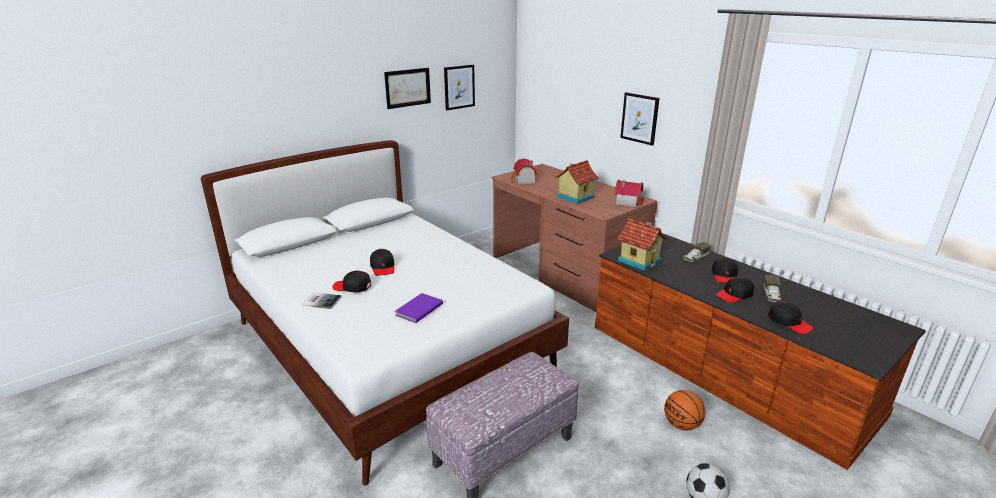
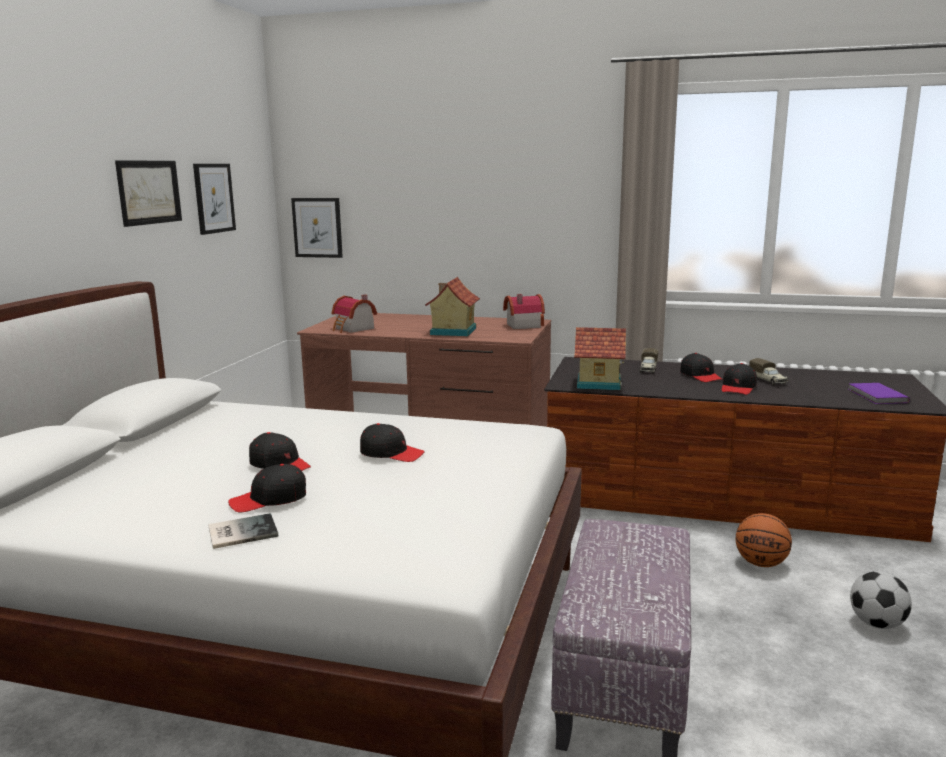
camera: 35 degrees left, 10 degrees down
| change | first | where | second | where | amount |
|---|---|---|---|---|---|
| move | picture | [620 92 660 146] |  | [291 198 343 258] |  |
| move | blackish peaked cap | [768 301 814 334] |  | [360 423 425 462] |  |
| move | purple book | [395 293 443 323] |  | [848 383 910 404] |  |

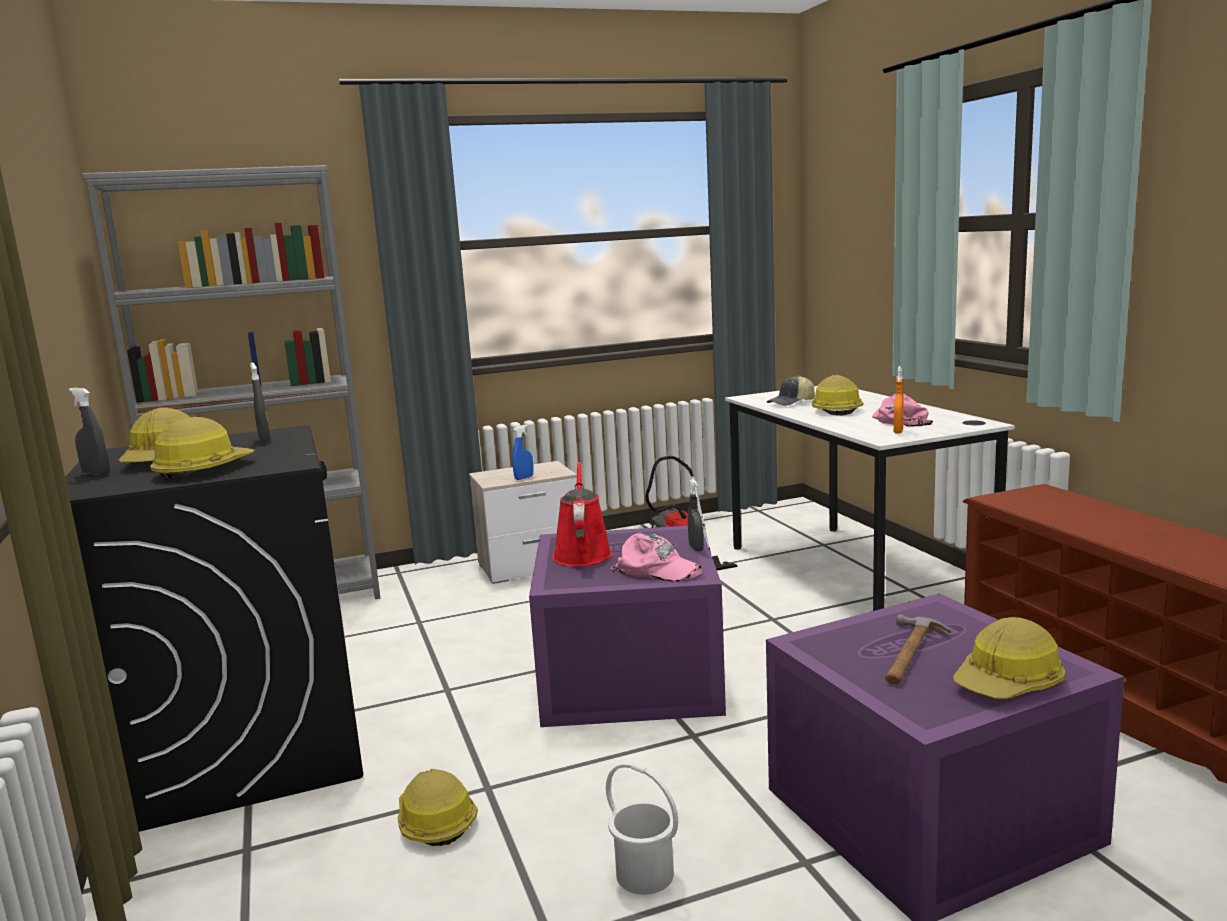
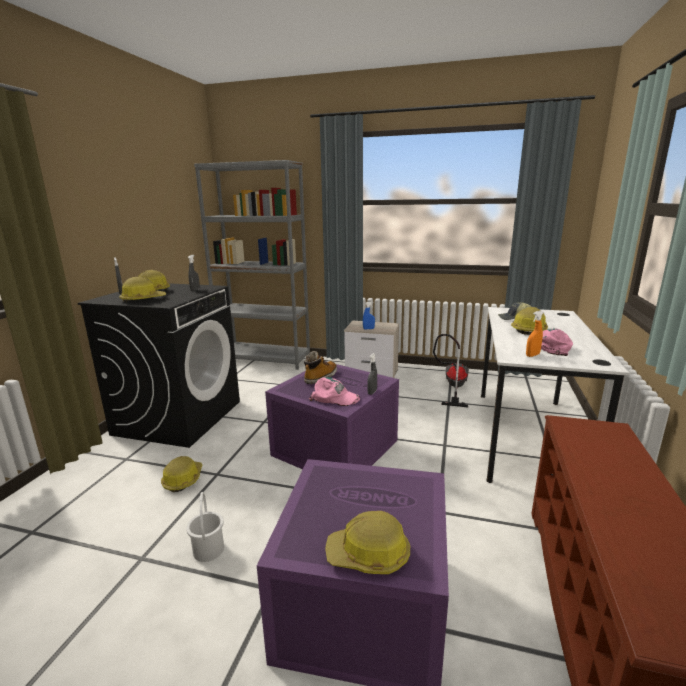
camera: 35 degrees right, 5 degrees up
| change | first | where | second | where | amount |
|---|---|---|---|---|---|
| replace | red sprinkling can | [553 462 612 567] | high-top boot | [304 351 337 384] |  |
| rotate | pink peaked cap | [611 533 703 582] |  | [309 377 360 406] | 45 degrees counterclockwise |
| delete | hand hammer | [885 614 949 684] |  |  |  |

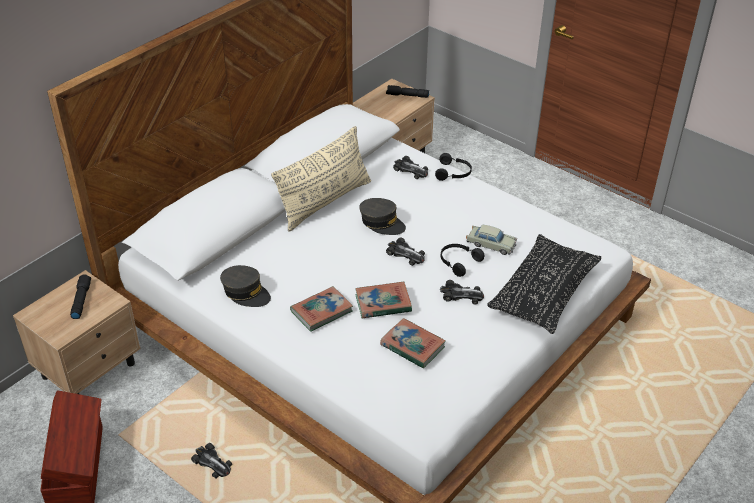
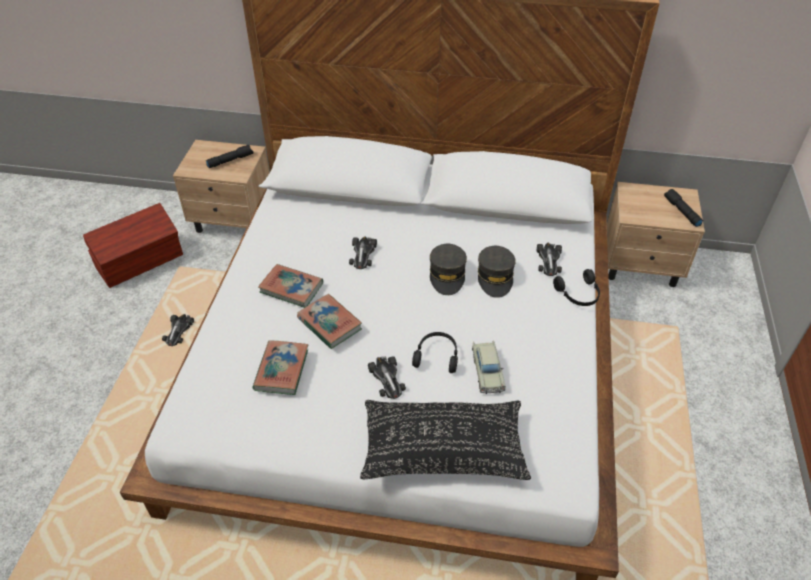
camera: 60 degrees right, 5 degrees up
| change | first | where | second | where | amount |
|---|---|---|---|---|---|
| move | toy car | [386 237 425 266] |  | [349 236 377 269] |  |
| move | grey peaked cap | [220 265 271 307] |  | [478 246 516 298] |  |
| delete | beige-coloured pillow | [271 126 371 232] |  |  |  |

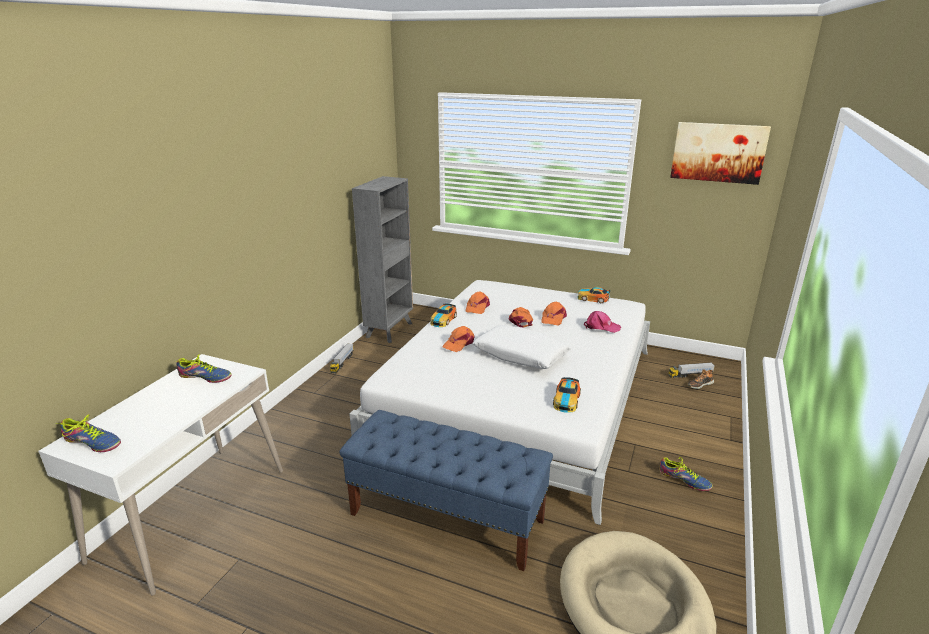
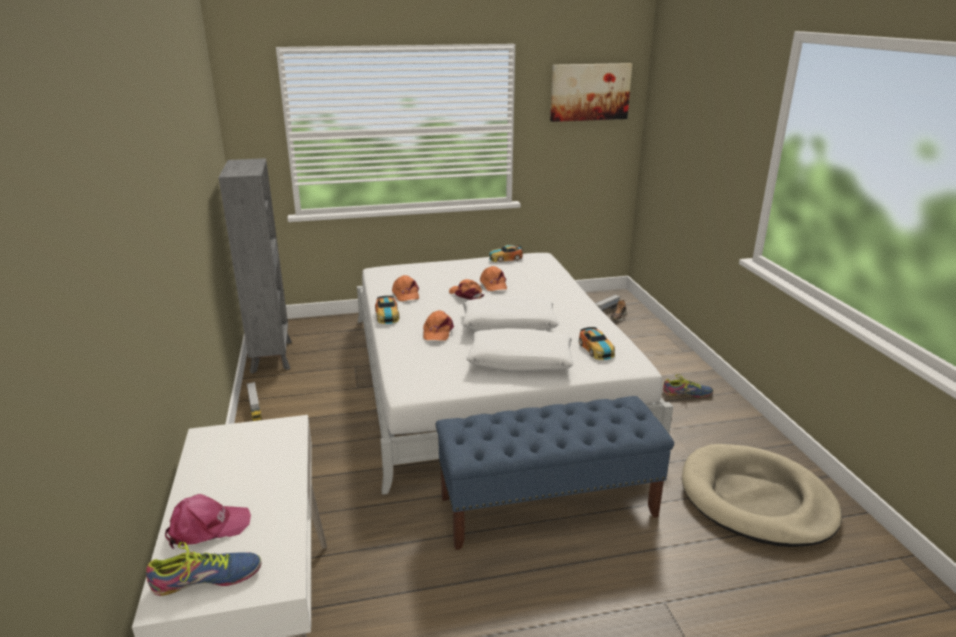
camera: 35 degrees left, 0 degrees up
| change | first | where | second | where | amount |
|---|---|---|---|---|---|
| move | pink peaked cap | [584 311 621 333] |  | [165 494 251 549] |  |
| insert |  |  | white-coloured pillow | [466 328 574 371] |  |
| delete | item of footwear | [177 354 232 383] |  |  |  |

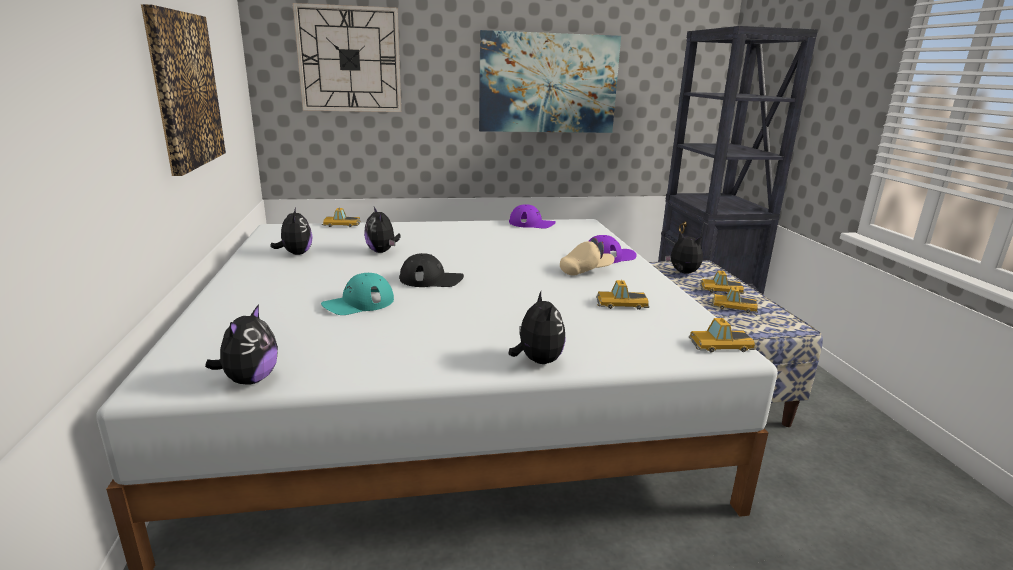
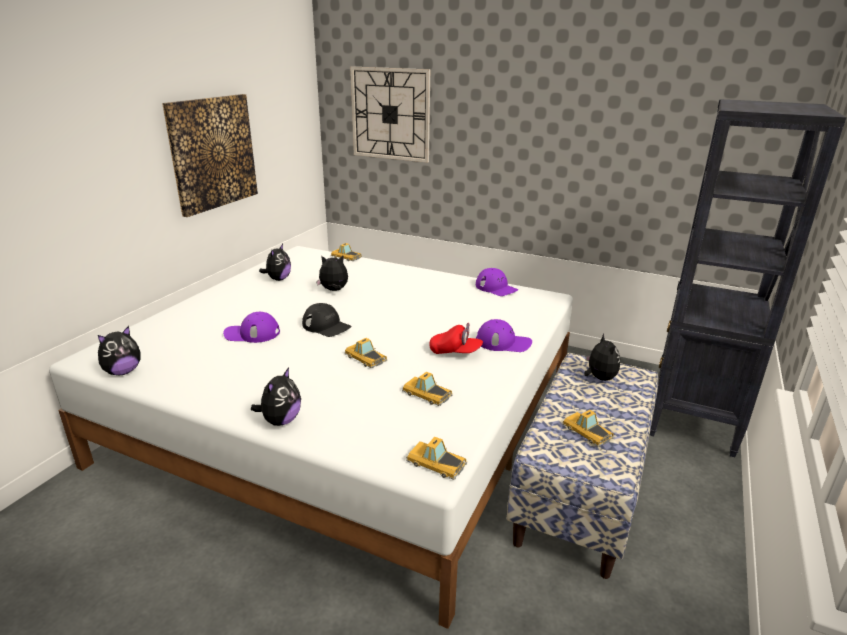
camera: 35 degrees right, 5 degrees up
| change | first | where | second | where | amount |
|---|---|---|---|---|---|
| recolor | blue-green peaked cap | [321 273 394 315] | purple peaked cap | [223 312 280 343] |  |
| rotate | soft toy | [364 207 401 253] |  | [316 256 348 291] | 75 degrees clockwise |
| move | toy car | [700 270 744 294] |  | [344 338 388 368] |  |
| recolor | beige-coloured peaked cap | [560 238 614 276] | red peaked cap | [429 323 483 354] |  |
| delete | picture | [479 30 621 133] |  |  |  |

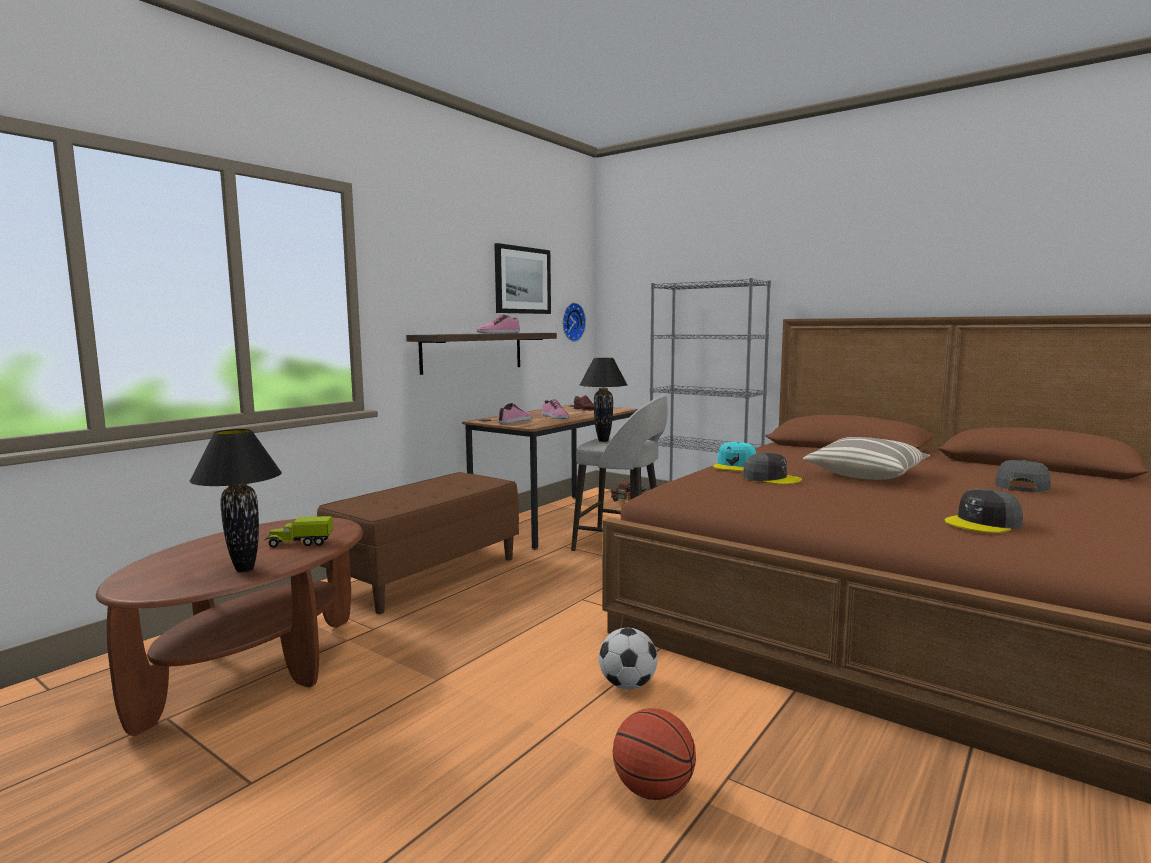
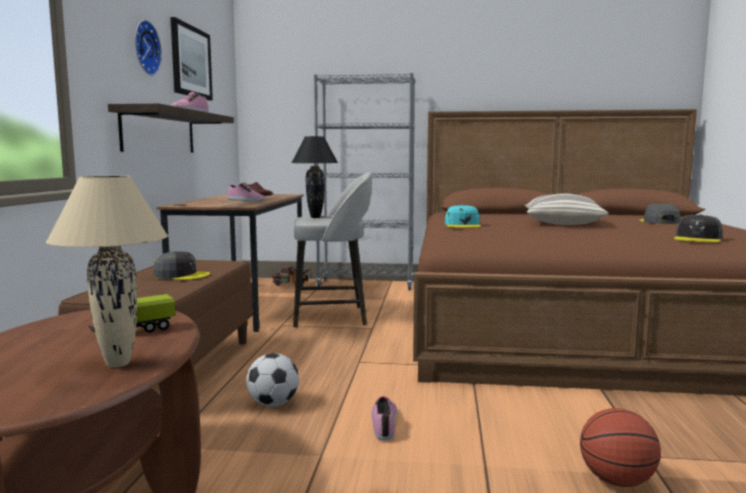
camera: 30 degrees left, 0 degrees up
| change | first | where | second | where | amount |
|---|---|---|---|---|---|
| recolor | blackish table lamp | [189 429 282 572] | beige-coloured table lamp | [46 176 168 368] |  |
| move | hanging clock | [563 303 586 342] |  | [135 20 162 76] |  |
| move | grey peaked cap | [743 452 802 484] |  | [153 251 210 280] |  |
| move | football ball | [599 628 657 689] |  | [246 353 299 407] |  |
| move | item of footwear | [498 403 532 424] |  | [371 396 398 441] |  |

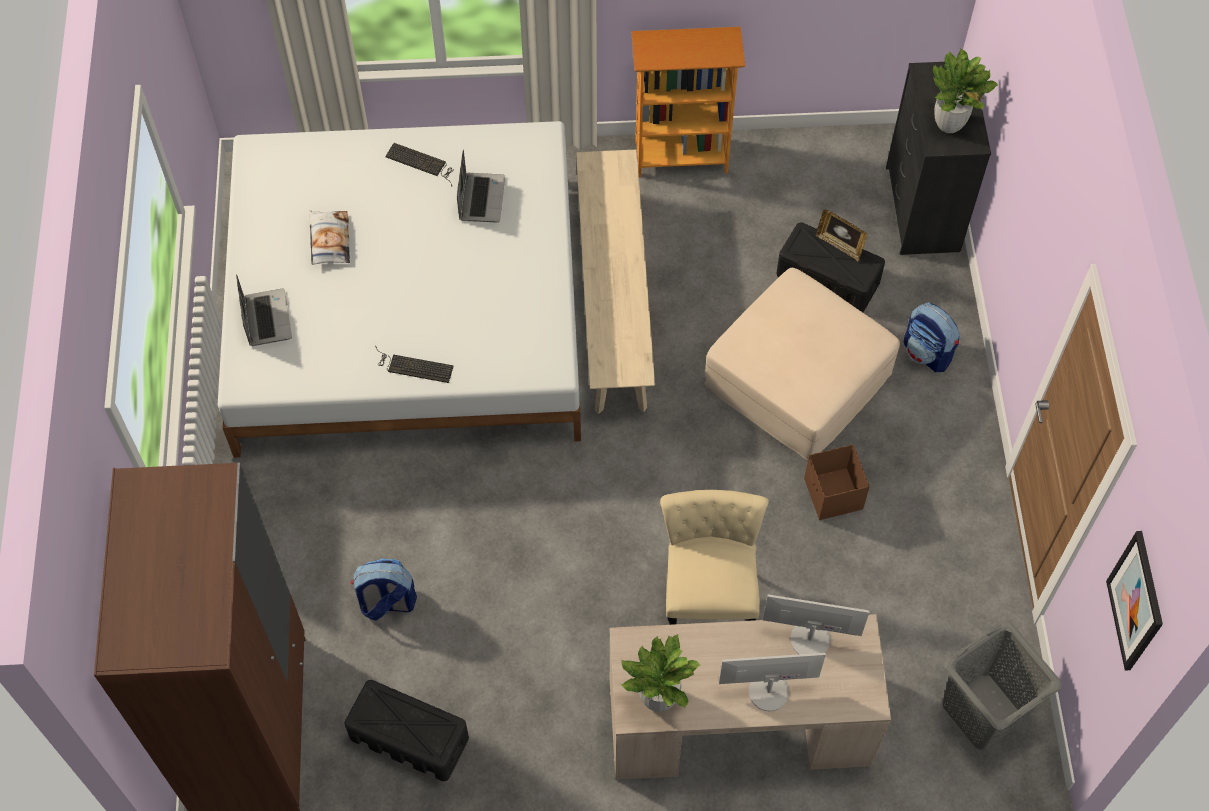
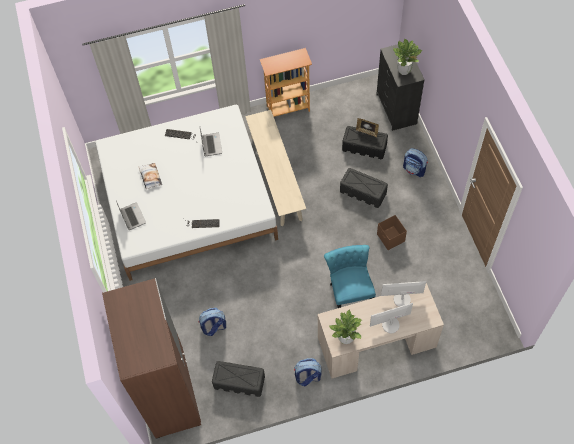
camera: 10 degrees left, 0 degrees up
| change | first | where | second | where | amount |
|---|---|---|---|---|---|
| insert |  |  | backpack | [294 358 322 386] |  |
| recolor | beige-coloured upright chair | [660 490 769 625] | blue-green upright chair | [324 245 376 308] |  |
| replace | beige-coloured footrest | [705 268 900 460] | blackish storage container | [340 168 388 208] |  |
| delete | grey hamper | [943 621 1062 750] |  |  |  |
| delete | picture | [1106 531 1163 671] |  |  |  |

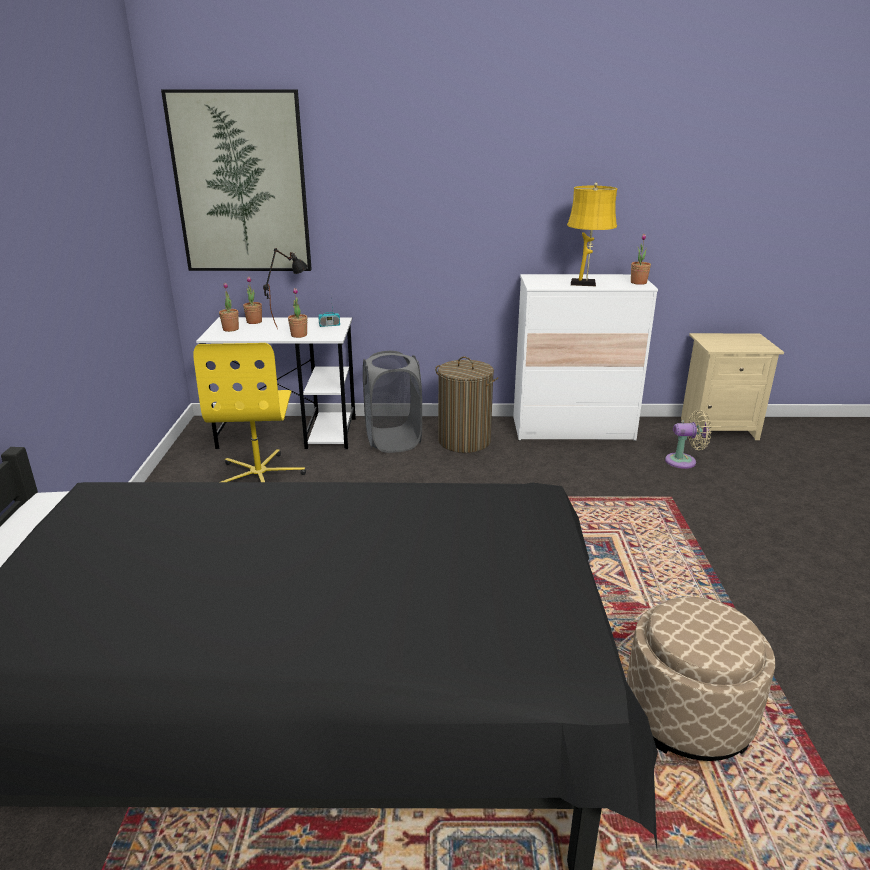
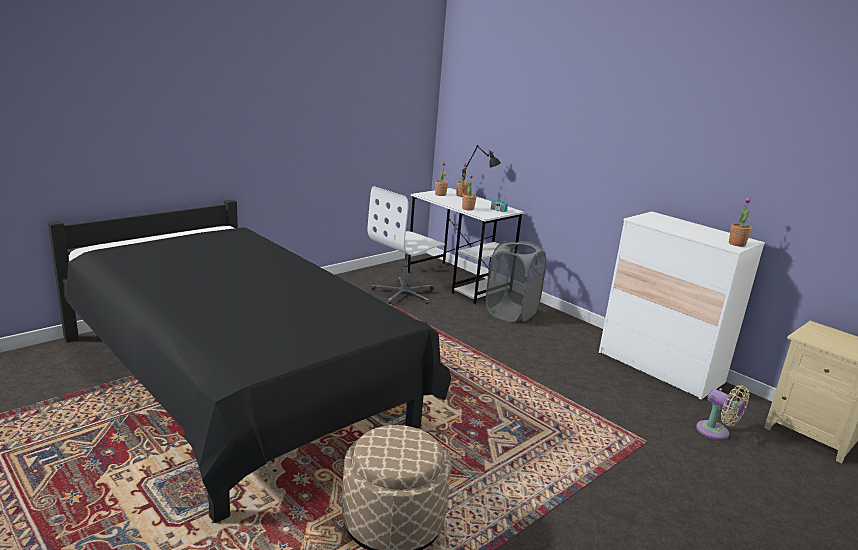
camera: 45 degrees right, 5 degrees down
| change | first | where | second | where | amount |
|---|---|---|---|---|---|
| recolor | yellowish office chair | [193 343 306 482] | white-coloured office chair | [368 186 445 304] |  |
| delete | picture | [161 89 312 271] |  |  |  |
| delete | hamper | [435 356 498 453] |  |  |  |
| delete | yellowish table lamp | [567 183 617 286] |  |  |  |

